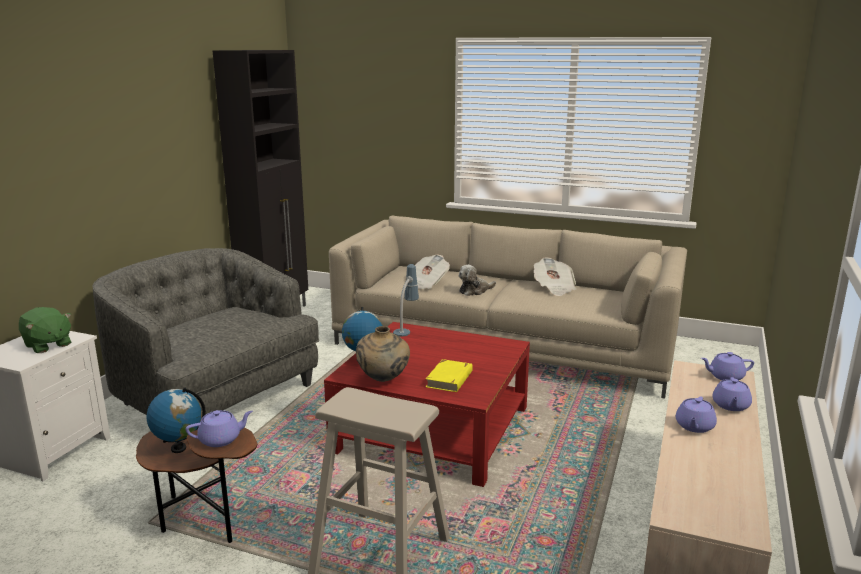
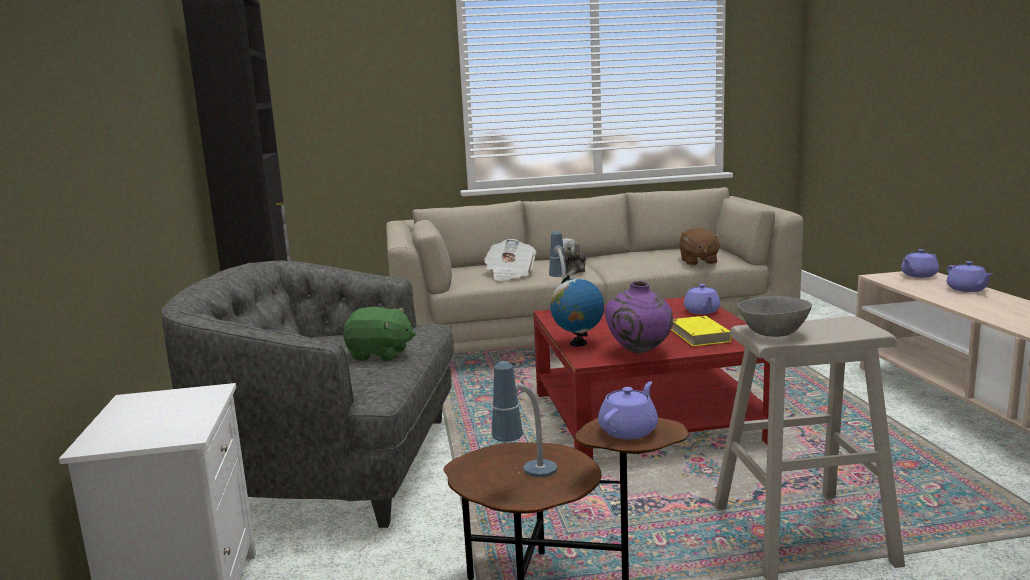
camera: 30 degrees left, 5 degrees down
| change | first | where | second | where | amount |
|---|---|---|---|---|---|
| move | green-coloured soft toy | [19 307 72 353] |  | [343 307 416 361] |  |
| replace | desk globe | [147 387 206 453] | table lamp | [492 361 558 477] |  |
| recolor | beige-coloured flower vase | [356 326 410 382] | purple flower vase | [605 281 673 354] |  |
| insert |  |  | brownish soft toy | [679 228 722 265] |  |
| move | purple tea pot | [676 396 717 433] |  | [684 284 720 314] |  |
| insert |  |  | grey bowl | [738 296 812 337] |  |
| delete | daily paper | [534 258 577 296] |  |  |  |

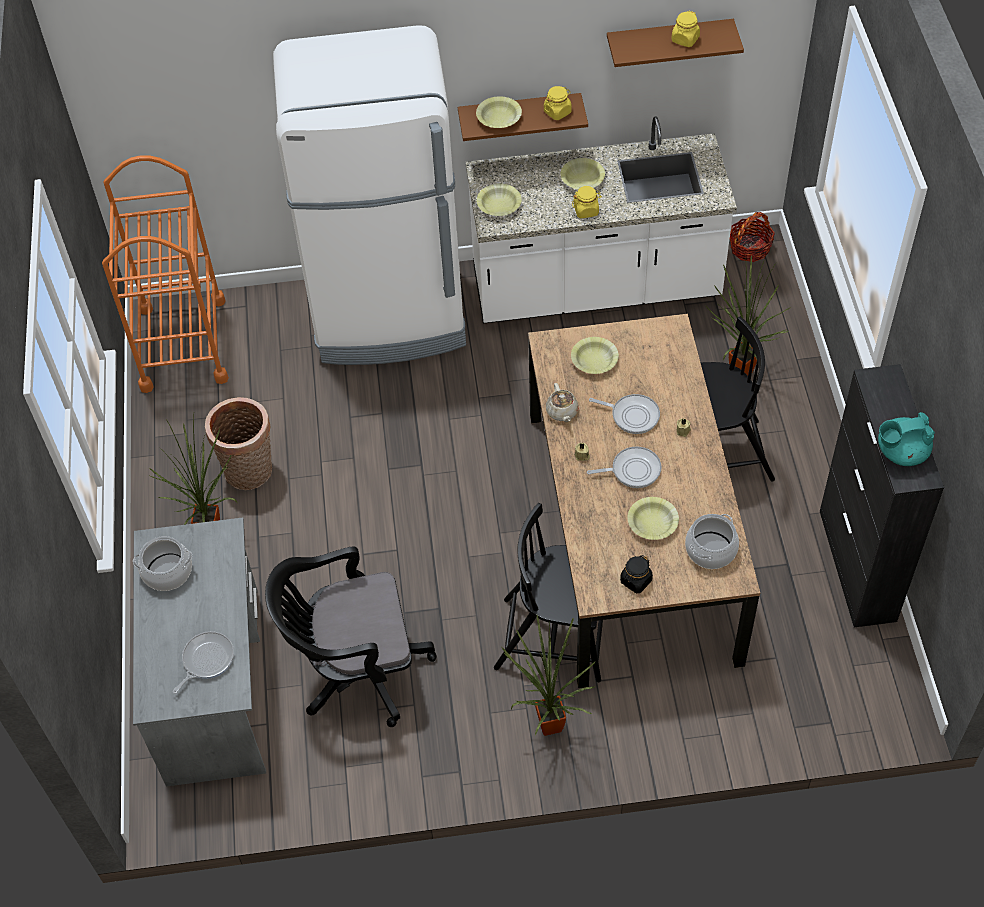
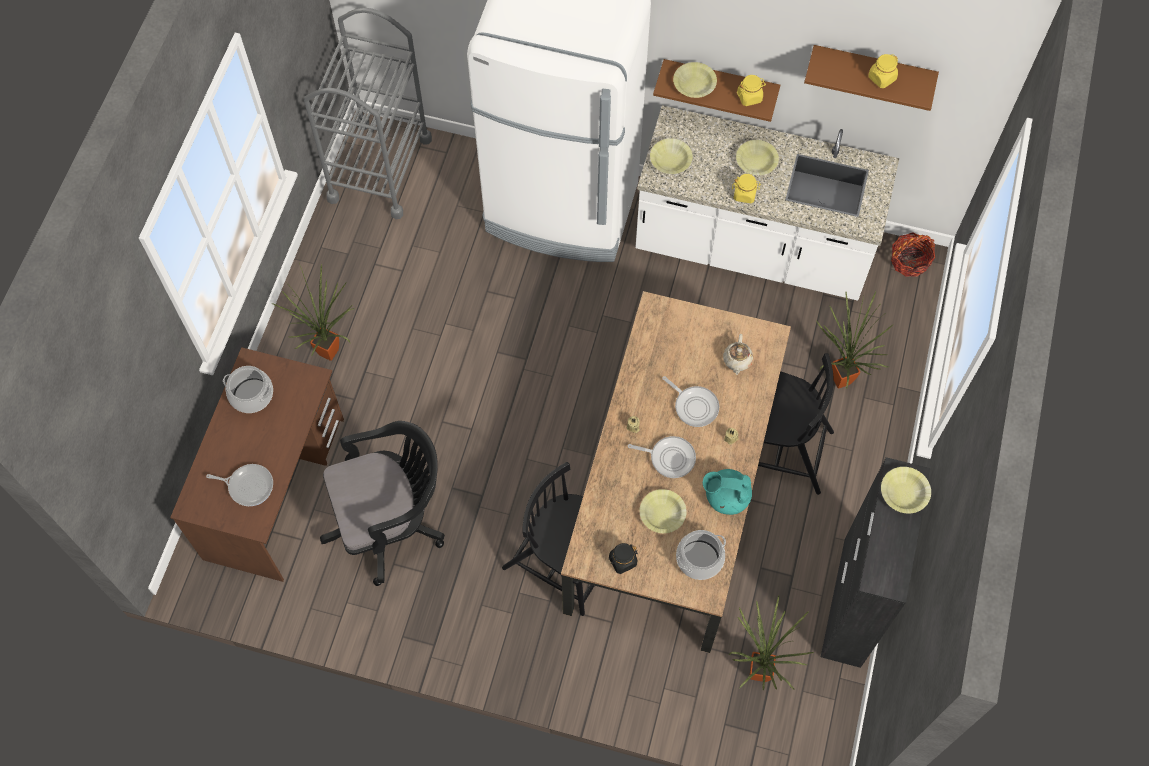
camera: 20 degrees right, 10 degrees up
| change | first | where | second | where | amount |
|---|---|---|---|---|---|
| recolor | grey desk | [133 517 266 787] | brownish desk | [170 347 344 582] |  |
| rotate | skillet | [173 631 234 694] |  | [206 464 273 506] | 45 degrees clockwise |
| recolor | orange trolley | [102 155 229 393] | grey trolley | [304 8 432 219] |  |
| rotate | blackish office chair | [265 546 437 727] |  | [320 421 445 586] | 150 degrees clockwise |
| move | blue-green tea pot | [878 412 935 466] |  | [703 469 752 515] |  |
| move | beige-coloured tea pot | [546 383 578 422] |  | [723 334 753 375] |  |
| move | houseplant | [502 615 596 736] |  | [729 596 814 690] |  |
| move | yellowish bowl | [571 337 619 374] |  | [881 467 931 514] |  |
| delete | storage basket | [205 397 272 490] |  |  |  |

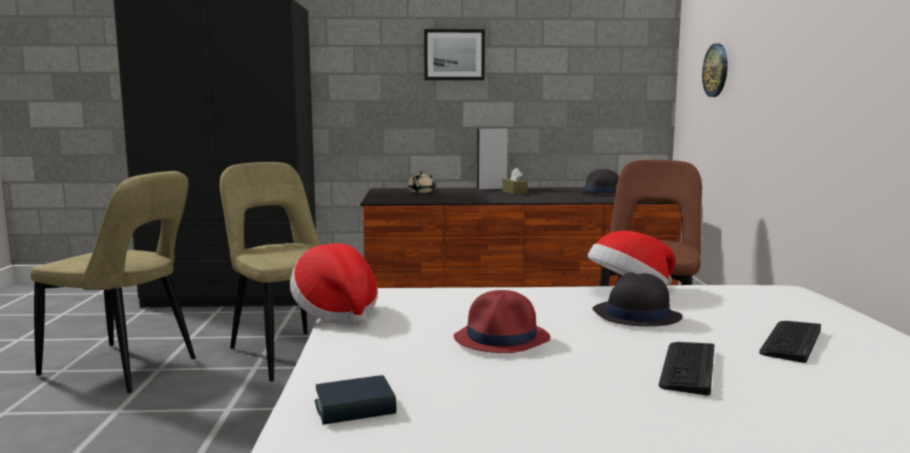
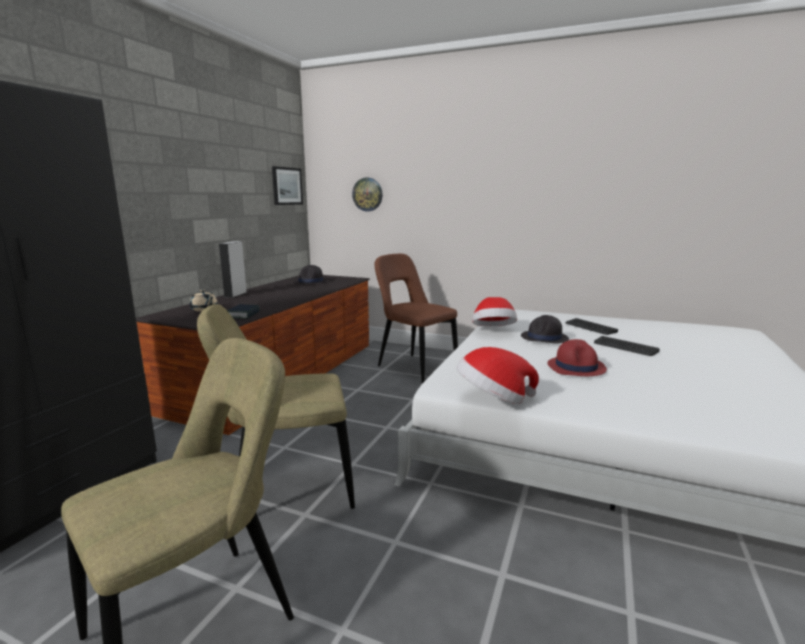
camera: 65 degrees left, 5 degrees up
| change | first | where | second | where | amount |
|---|---|---|---|---|---|
| move | book | [315 375 397 425] |  | [227 304 260 319] |  |
| move | picture | [424 29 485 80] |  | [272 166 303 205] |  |
| delete | brownish tissue box | [502 168 528 195] |  |  |  |

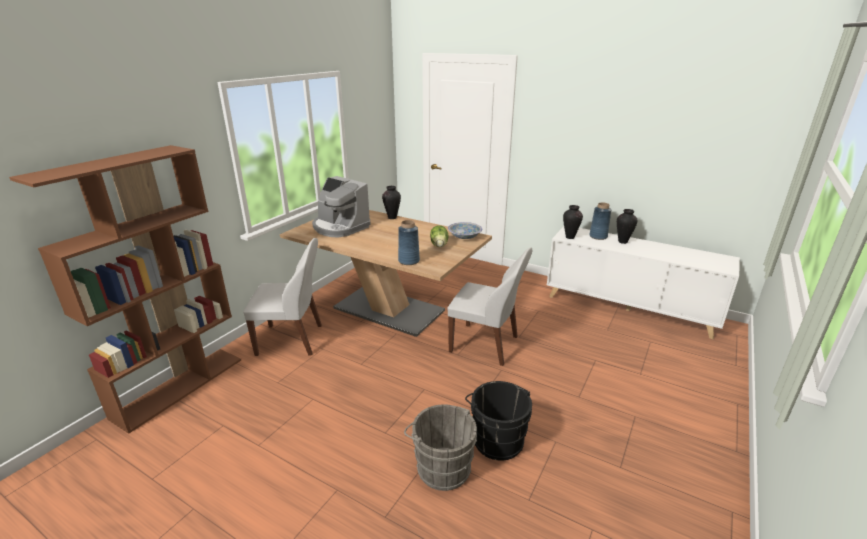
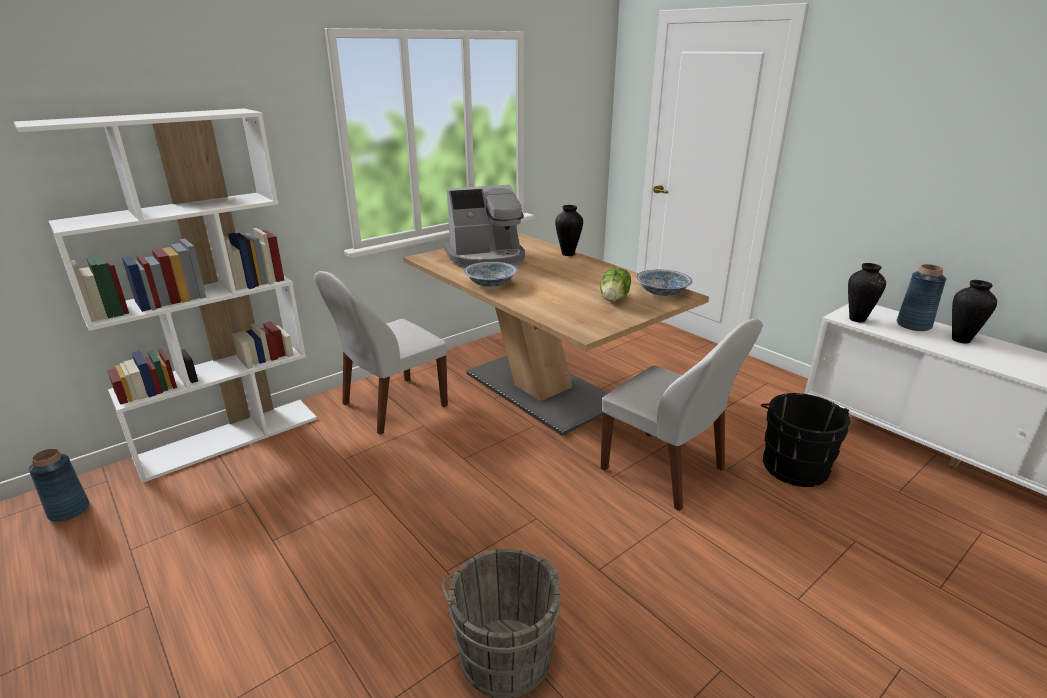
camera: 20 degrees right, 0 degrees up
| change | first | where | second | where | amount |
|---|---|---|---|---|---|
| recolor | brownish shelving unit | [9 145 241 434] | white-coloured shelving unit | [14 108 317 483] |  |
| move | blue flower vase | [398 220 420 265] |  | [29 449 89 522] |  |
| rotate | white-coloured upright chair | [243 238 322 356] |  | [314 271 448 435] | 120 degrees clockwise |
| rotate | coffee machine | [312 176 370 237] |  | [444 185 525 268] | 75 degrees counterclockwise |
| insert |  |  | bowl | [464 262 518 287] |  |
| move | blackish water bucket | [465 381 532 461] |  | [761 393 850 487] |  |

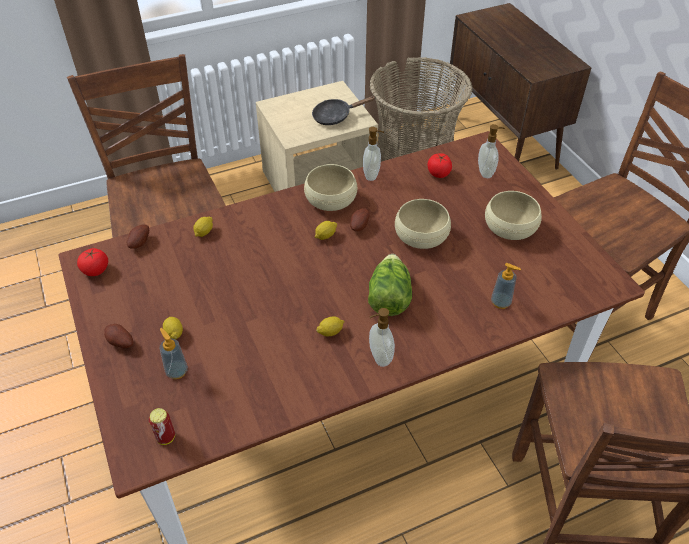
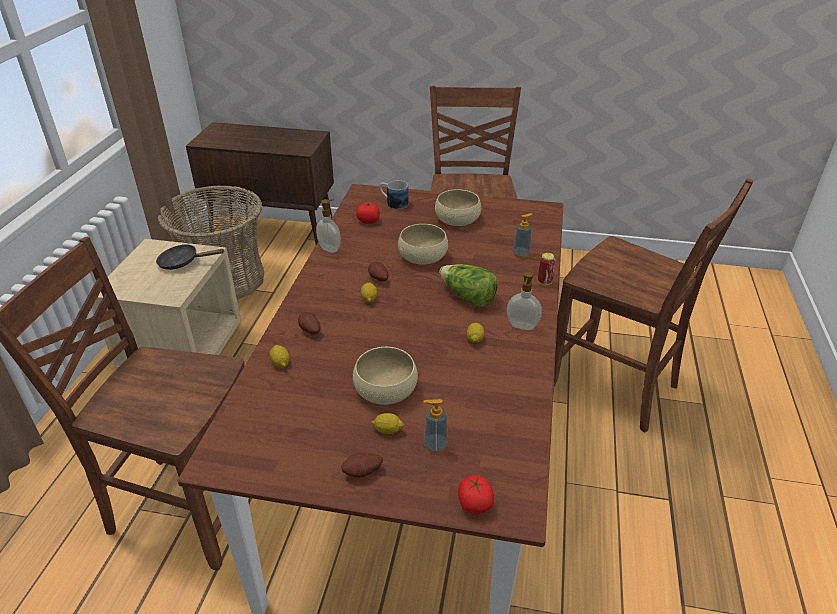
camera: 55 degrees left, 10 degrees down
| change | first | where | second | where | amount |
|---|---|---|---|---|---|
| rotate | blackish skillet | [312 96 376 125] |  | [156 244 225 270] | 75 degrees clockwise |
| move | whole potato | [127 224 149 249] |  | [298 312 320 334] |  |
| move | beige-coloured bowl | [304 164 357 211] |  | [353 347 418 405] |  |
| replace | soap bottle | [478 124 505 178] | tea mug | [380 180 408 210] |  |
| move | whole tomato | [77 248 108 276] |  | [458 475 494 514] |  |
| move | metal can | [149 408 175 445] |  | [538 253 555 285] |  |

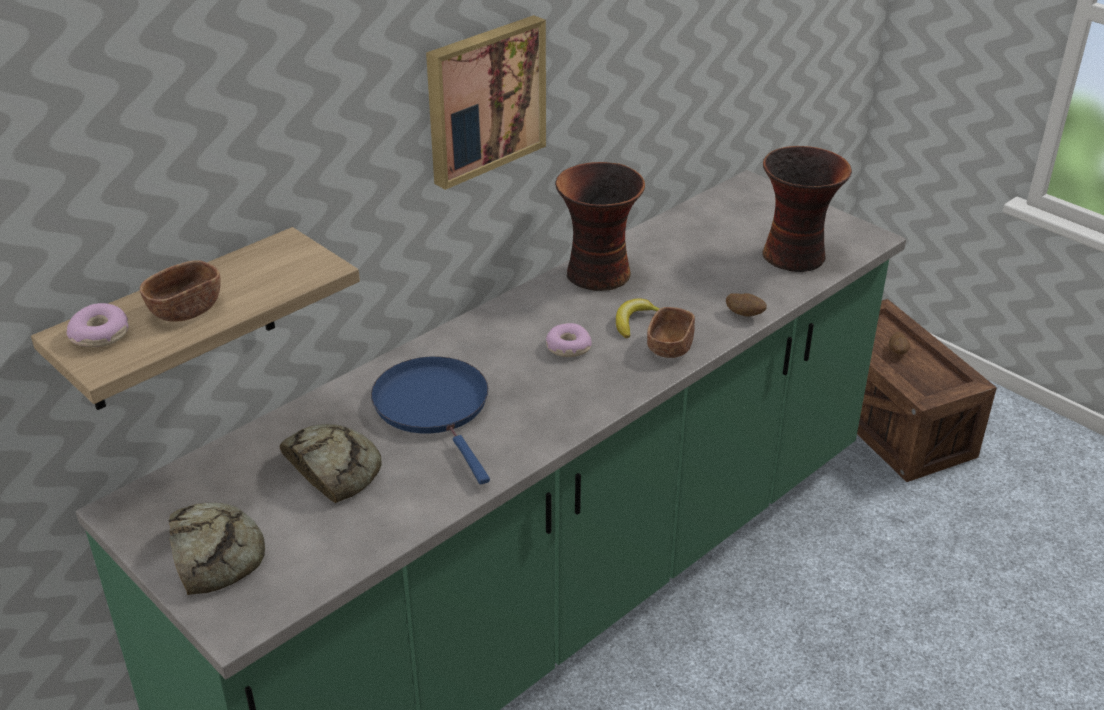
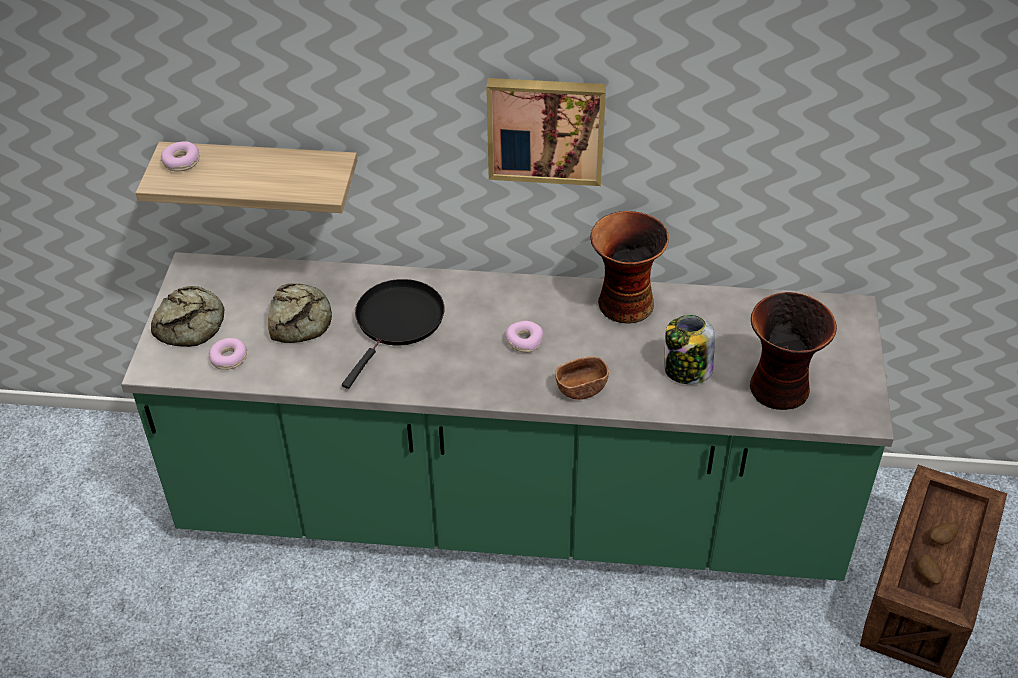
camera: 50 degrees right, 10 degrees up
| change | first | where | second | where | amount |
|---|---|---|---|---|---|
| insert |  |  | ring doughnut | [209 338 247 370] |  |
| recolor | blue skillet | [371 356 490 484] | blackish skillet | [342 279 445 389] |  |
| insert |  |  | jar | [665 315 715 384] |  |
| move | whole potato | [726 293 767 317] |  | [918 554 943 584] |  |
| delete | brownish bowl | [140 260 220 322] |  |  |  |
| delete | whole banana | [616 299 660 338] |  |  |  |

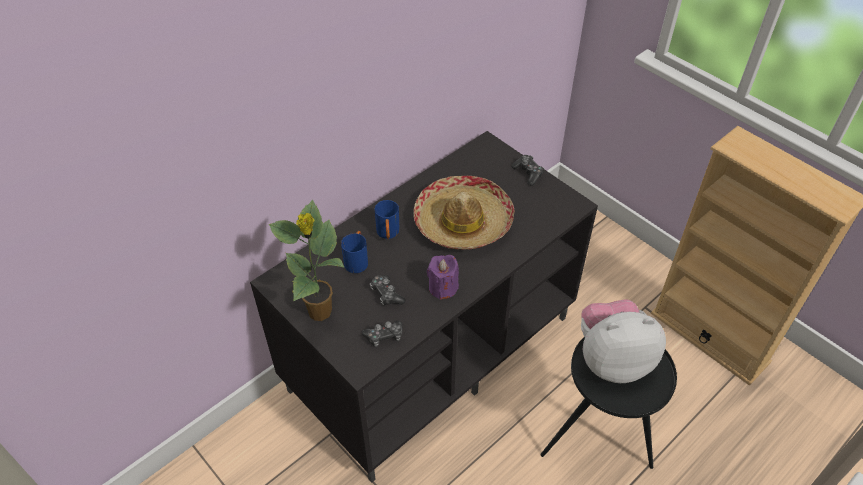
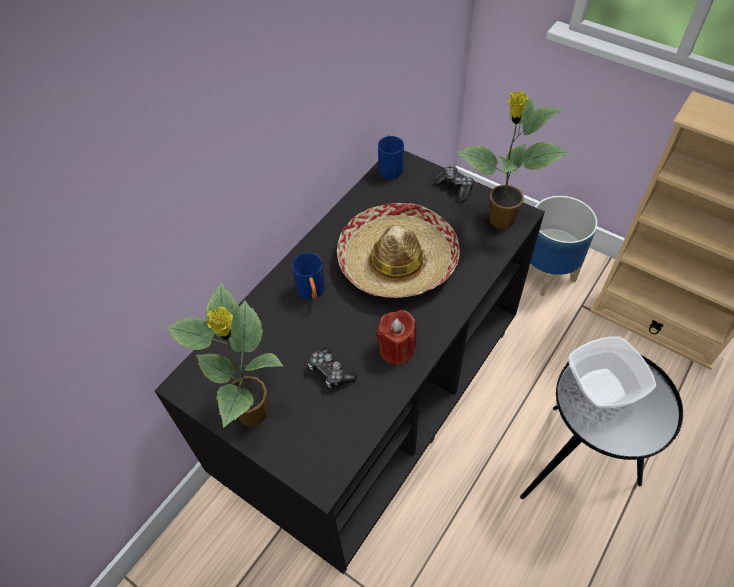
camera: 10 degrees left, 5 degrees up
| change | first | where | second | where | amount |
|---|---|---|---|---|---|
| recolor | purple wax candle | [427 255 459 300] | red wax candle | [376 310 416 366] |  |
| move | blue tea mug | [341 231 368 273] |  | [378 134 404 179] |  |
| insert |  |  | houseplant | [457 91 569 229] |  |
| insert |  |  | plant pot | [531 196 597 296] |  |
| replace | soft toy | [581 299 666 383] | bowl | [568 336 656 409] |  |
| delete | joypad | [362 321 403 347] |  |  |  |

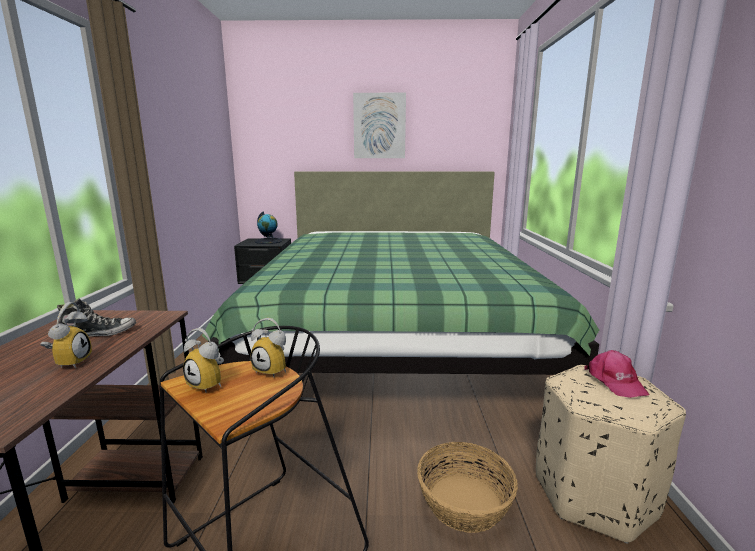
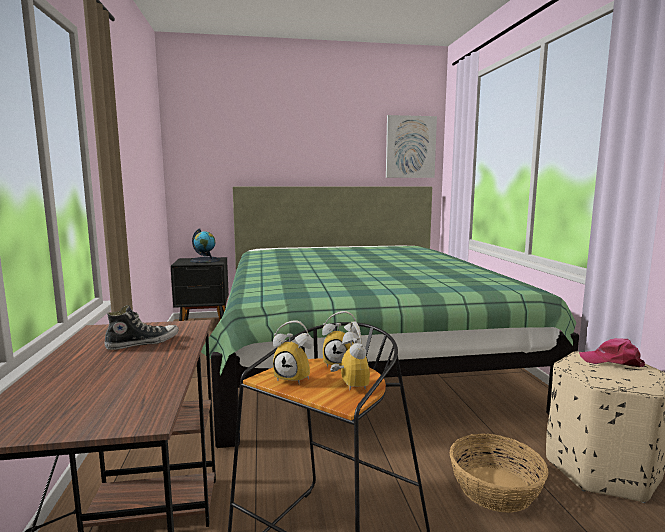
camera: 10 degrees left, 5 degrees down
| change | first | where | second | where | amount |
|---|---|---|---|---|---|
| move | table clock | [40 302 92 368] |  | [330 321 370 390] |  |
| move | picture | [353 93 406 158] |  | [386 115 437 178] |  |
| rotate | pink peaked cap | [584 350 649 398] |  | [579 338 645 367] | 135 degrees clockwise |

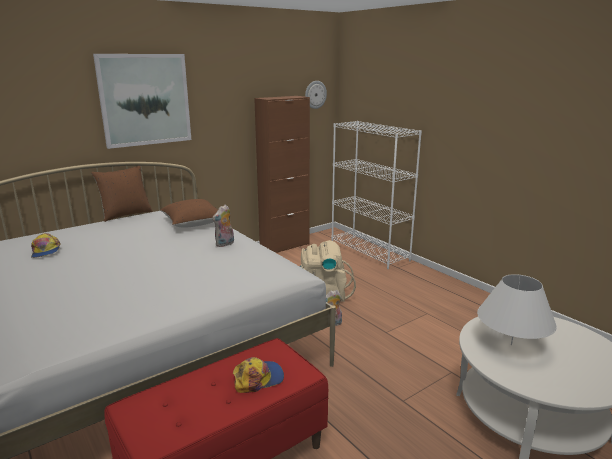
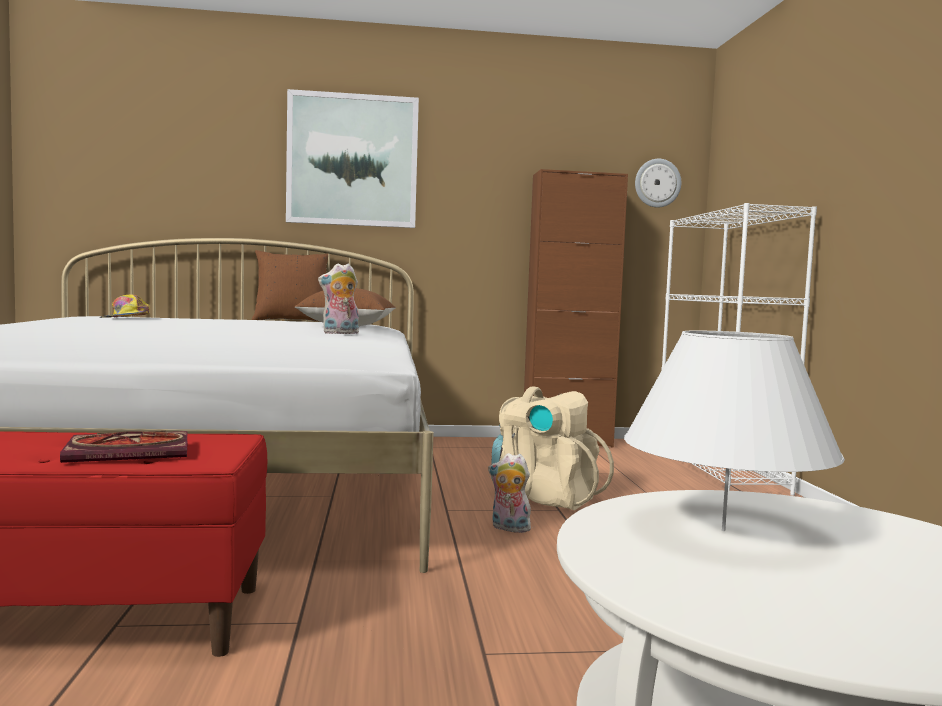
camera: 30 degrees right, 15 degrees down
| change | first | where | second | where | amount |
|---|---|---|---|---|---|
| replace | peaked cap | [233 357 284 393] | book | [60 431 188 463] |  |

